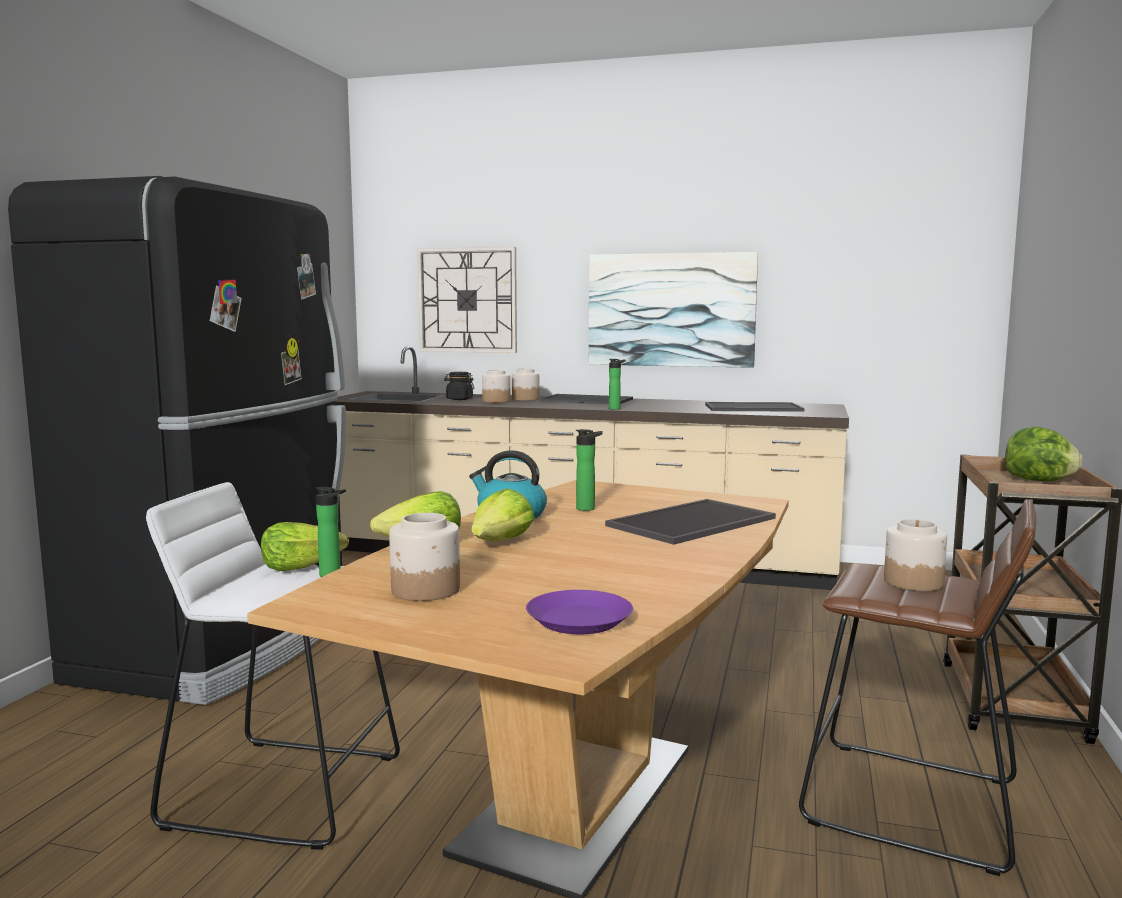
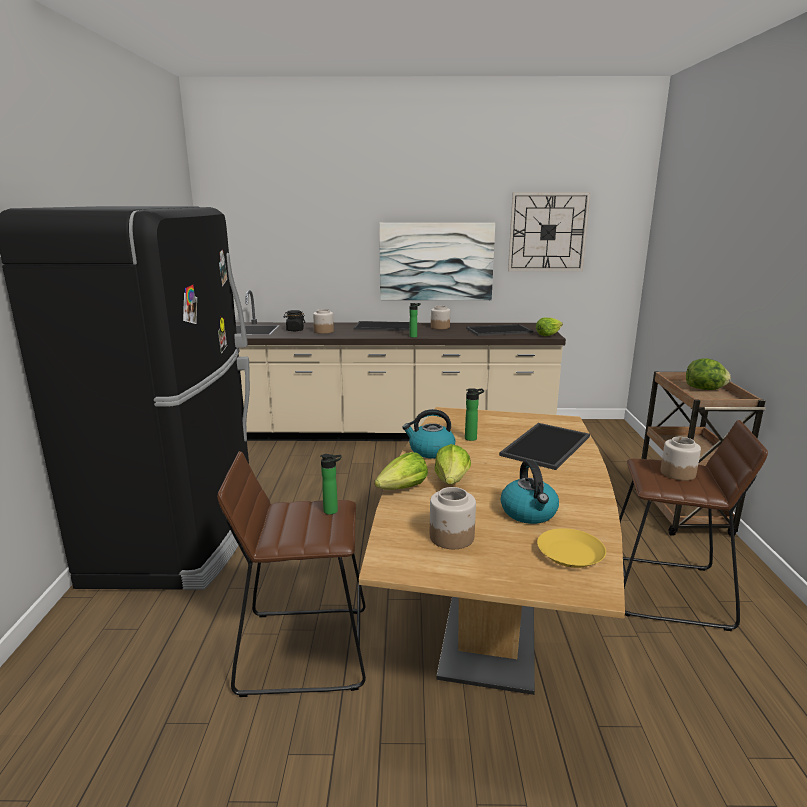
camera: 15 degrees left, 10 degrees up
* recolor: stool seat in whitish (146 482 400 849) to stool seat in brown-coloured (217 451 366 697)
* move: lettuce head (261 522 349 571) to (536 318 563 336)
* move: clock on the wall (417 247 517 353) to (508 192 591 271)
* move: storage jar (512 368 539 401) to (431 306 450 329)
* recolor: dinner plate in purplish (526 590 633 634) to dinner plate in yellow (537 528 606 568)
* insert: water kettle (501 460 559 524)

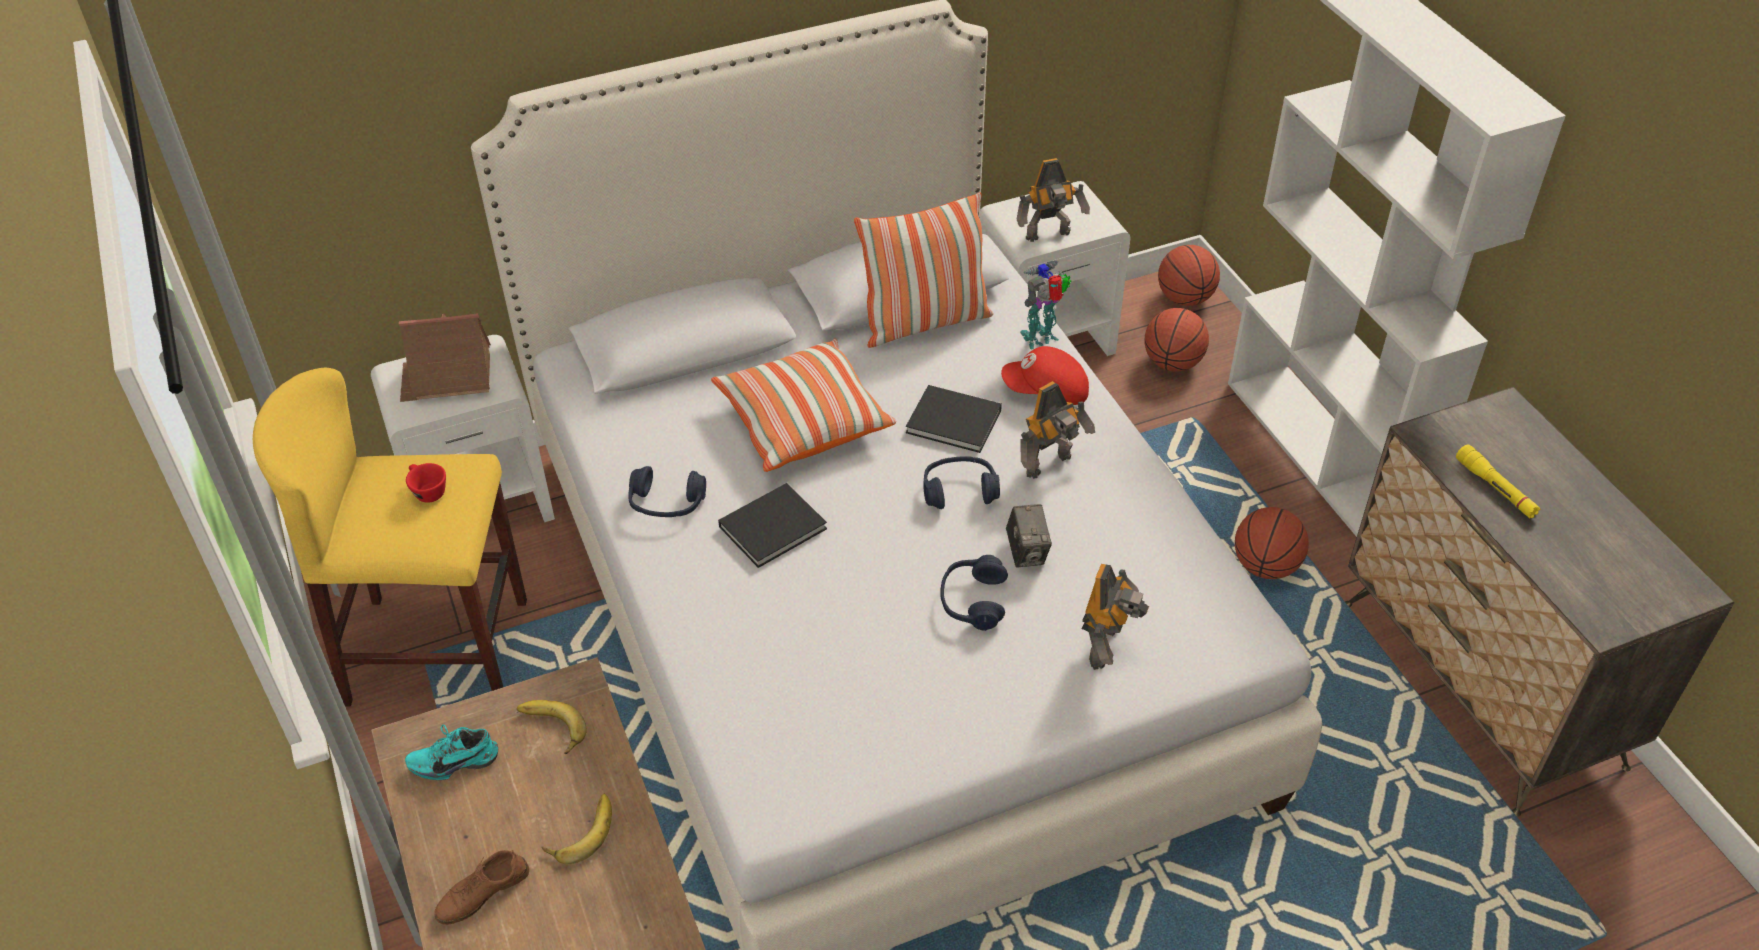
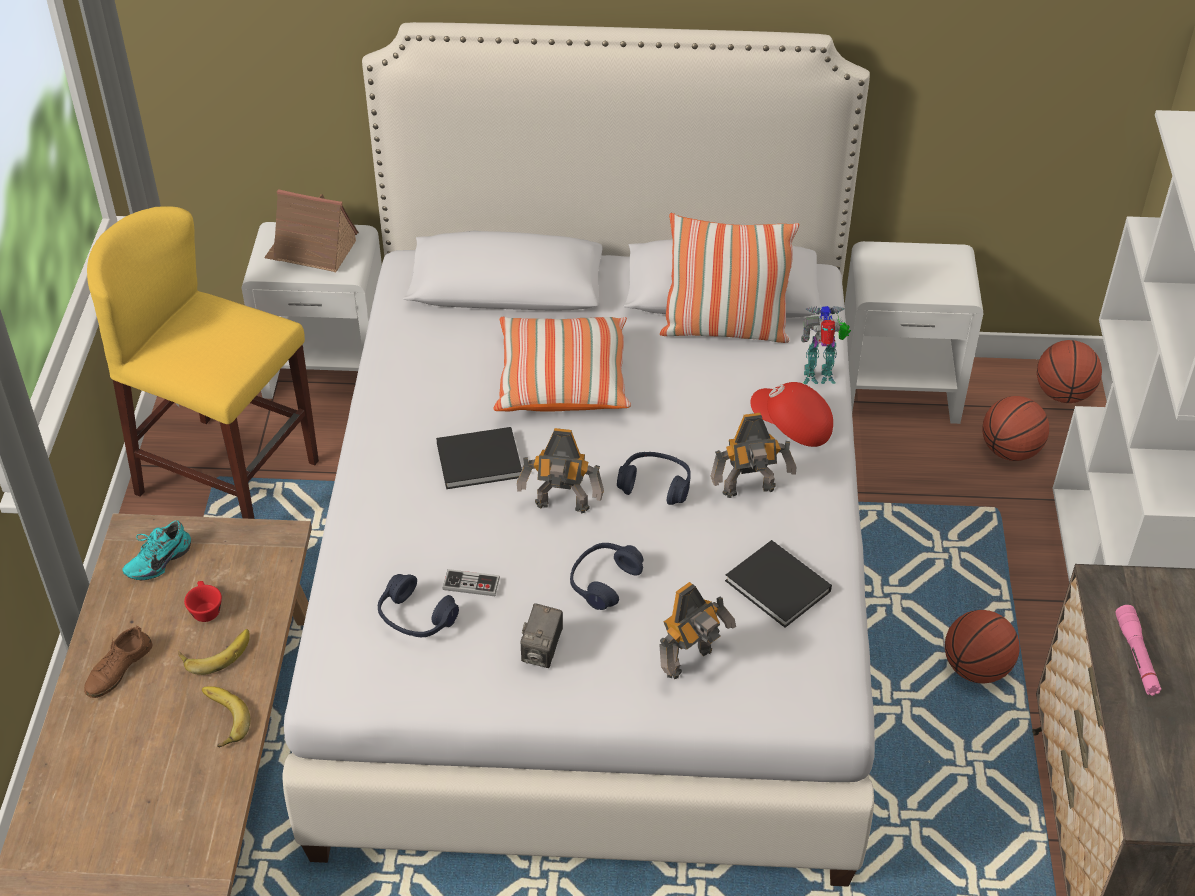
camera: 25 degrees right, 0 degrees up
* rotate: low shoe in turquoise (405 725 498 780) = (122 521 191 580) 60 degrees counterclockwise
* move: cup in red (406 463 446 503) to (184 581 222 622)
* rotate: low shoe in brown-coloured (434 850 529 925) = (84 625 152 698) 45 degrees counterclockwise
* move: whole banana (517 700 587 754) to (202 686 250 747)
* move: pair of headphones in bluish (628 466 706 517) to (378 574 459 637)
* move: bound book in blackish (906 385 1002 453) to (725 540 832 628)
* move: still camera (1006 504 1052 567) to (520 603 563 668)
* move: toy robot (1017 158 1090 242) to (517 428 604 513)
* recolor: torch in yellow (1456 444 1540 518) to torch in pink (1116 605 1161 696)
* insert: gamepad (442 569 500 596)

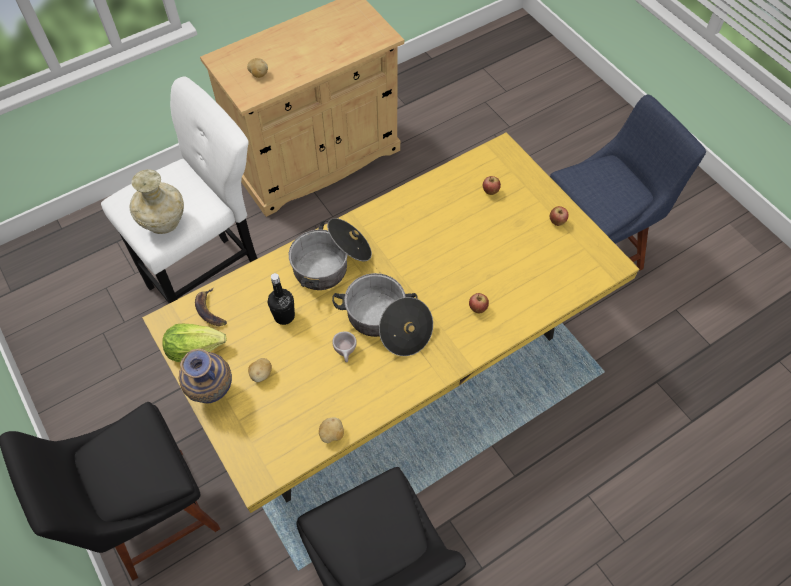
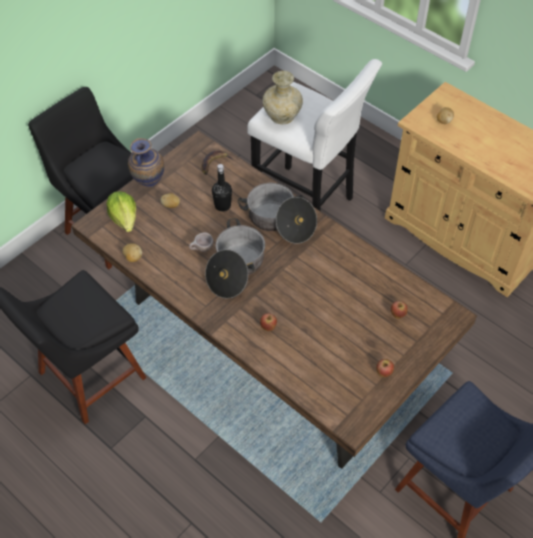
camera: 75 degrees right, 5 degrees down
* recolor: dining table in yellow (142 132 639 513) to dining table in brown-coloured (71 130 477 469)
* move: lettuce head (162 324 227 362) to (106 191 136 232)

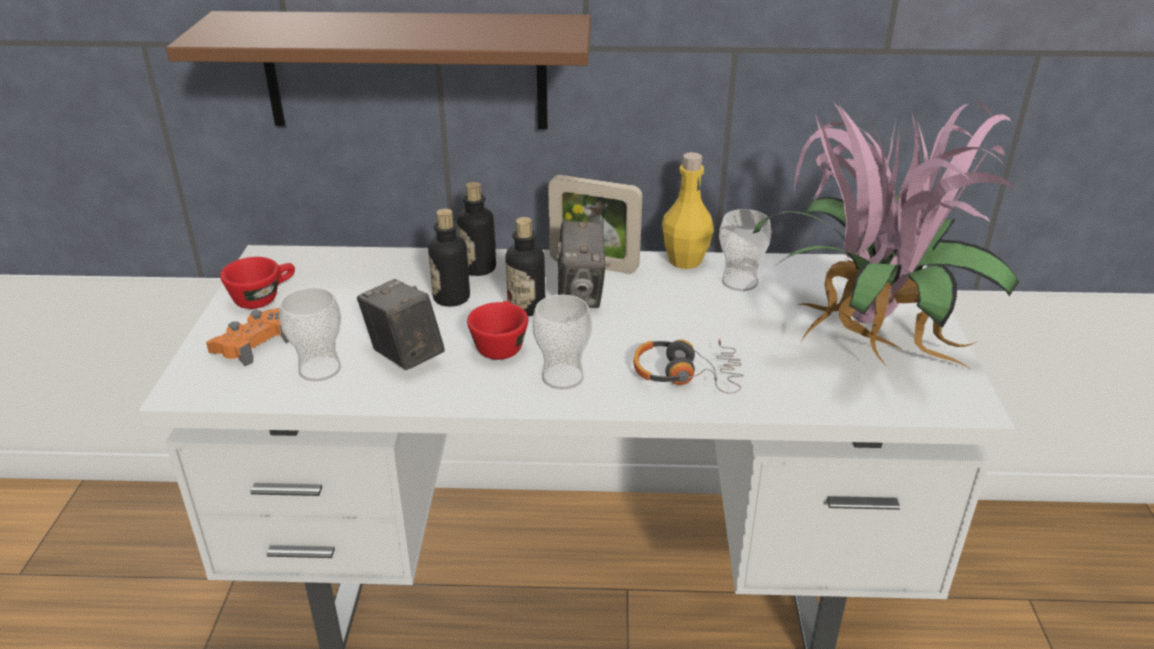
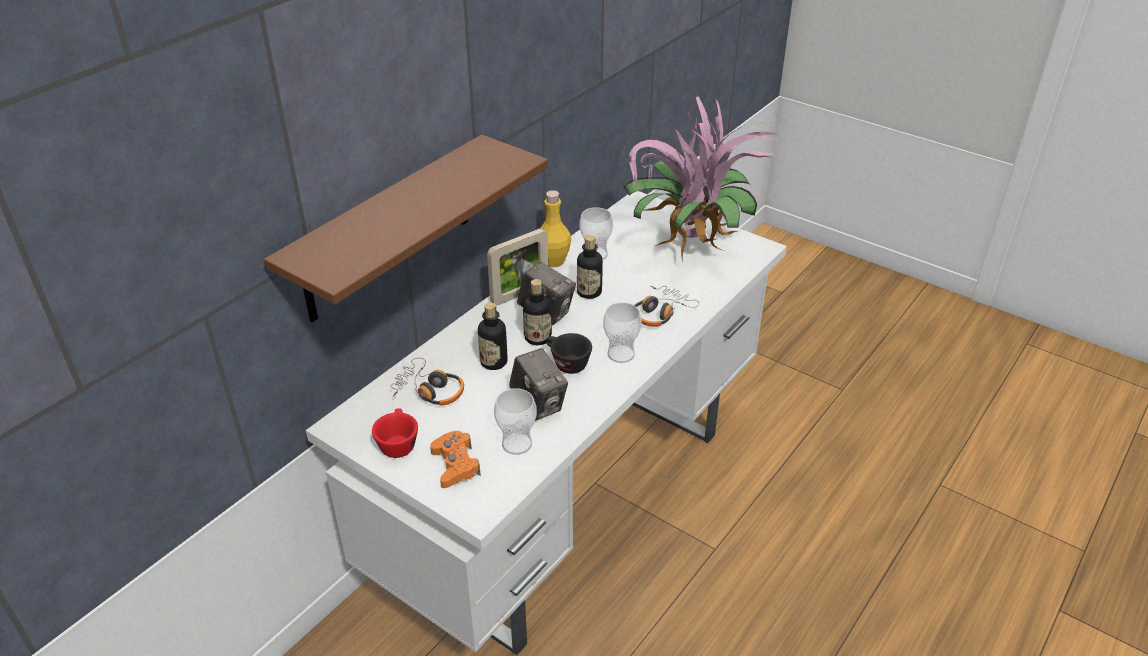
camera: 55 degrees left, 5 degrees up
* rotate: still camera (357 279 445 370) = (509 348 568 421) 120 degrees counterclockwise
* move: bottle (457 182 496 276) to (577 235 603 299)
* recolor: cup in red (467 301 528 360) to cup in blackish (546 333 592 374)
* insert: pair of headphones (390 358 464 406)

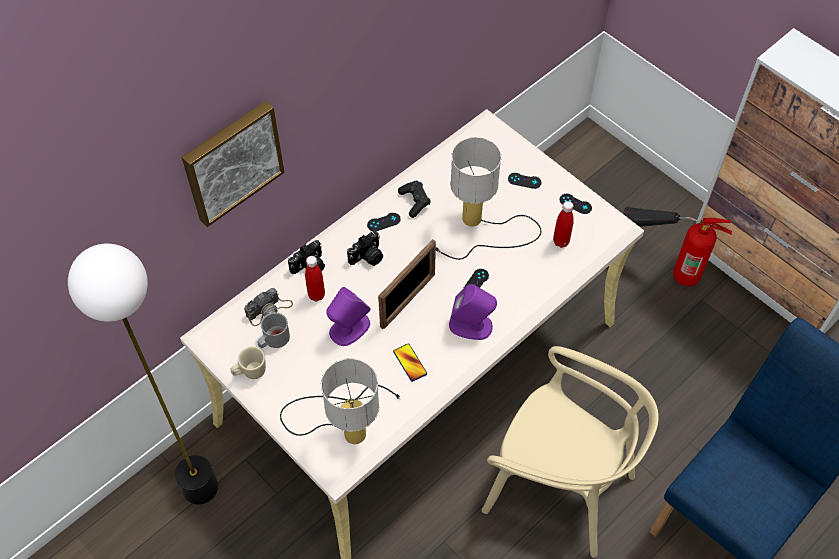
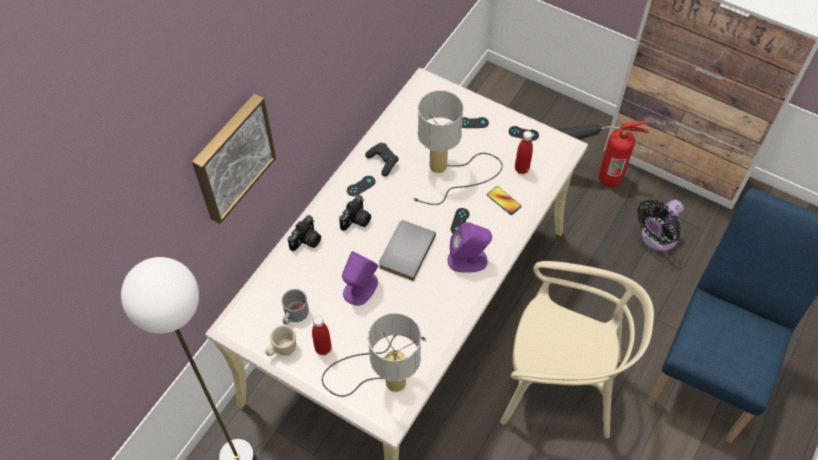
camera: 15 degrees left, 0 degrees up
* delete: still camera (244 288 293 326)
* move: bottle in red (305 256 325 302) to (312 316 332 355)
* replace: standing frame (378 239 436 329) to bound book in gray (379 220 436 281)
* move: telephone (393 344 427 382) to (487 186 522 215)
* insert: fan in blackish (637 199 684 252)

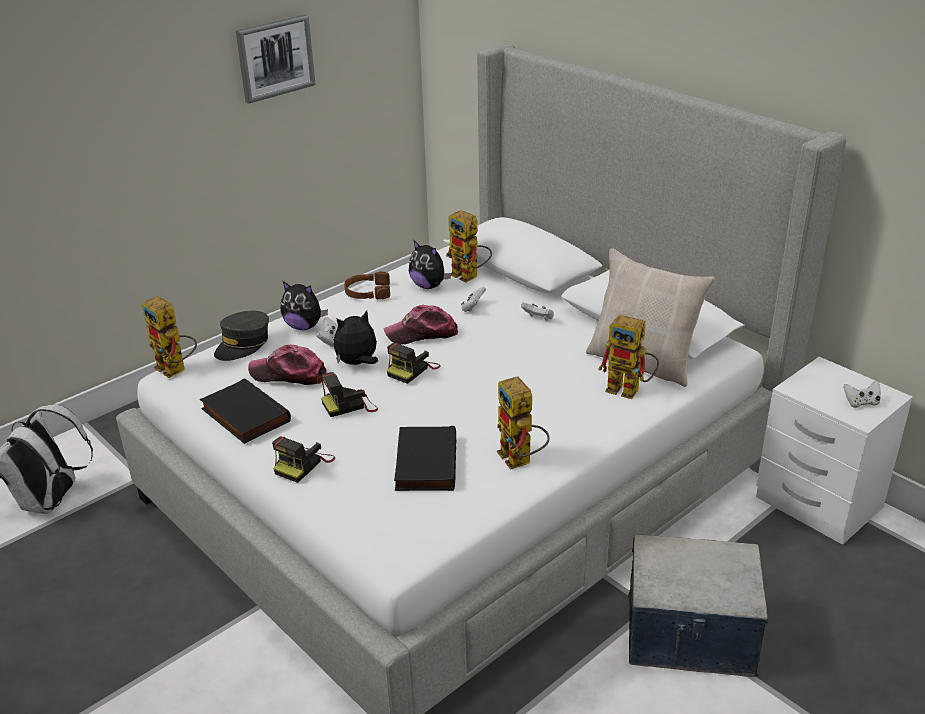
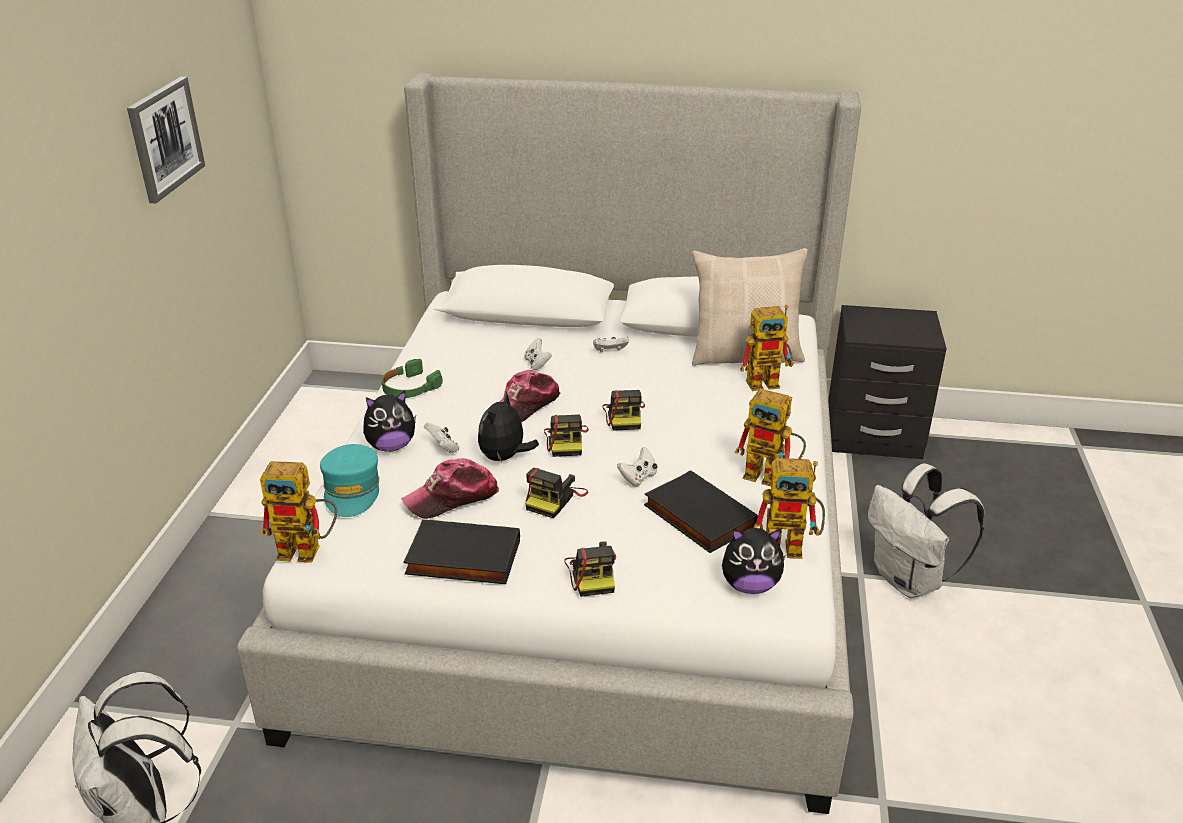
camera: 40 degrees left, 0 degrees up
* recolor: cap in gray (214 311 269 361) to cap in turquoise (320 444 380 517)
* recolor: pair of headphones in brown-coloured (344 271 390 300) to pair of headphones in green (381 359 443 398)
* move: soft toy (409 241 451 289) to (722 528 786 594)
* move: toy robot (446 210 492 282) to (753 458 825 559)
* replace: storage bin (628 534 768 677) to knapsack in whitish (868 463 984 598)
* recolor: bedside table in whitish (756 357 913 545) to bedside table in blackish (828 305 947 459)
* move: gamepad in whitish (843 380 881 408) to (617 447 657 486)
* insert: still camera (603 390 645 431)

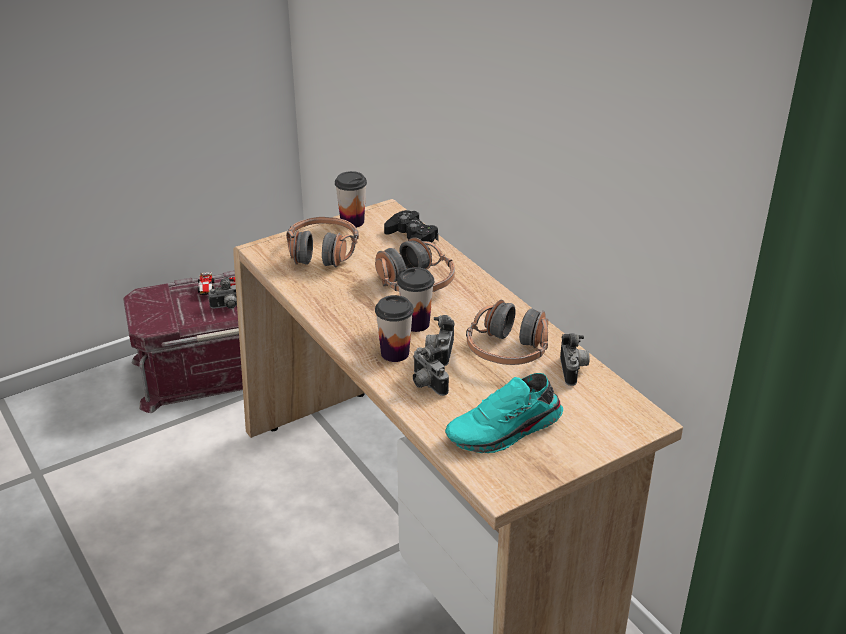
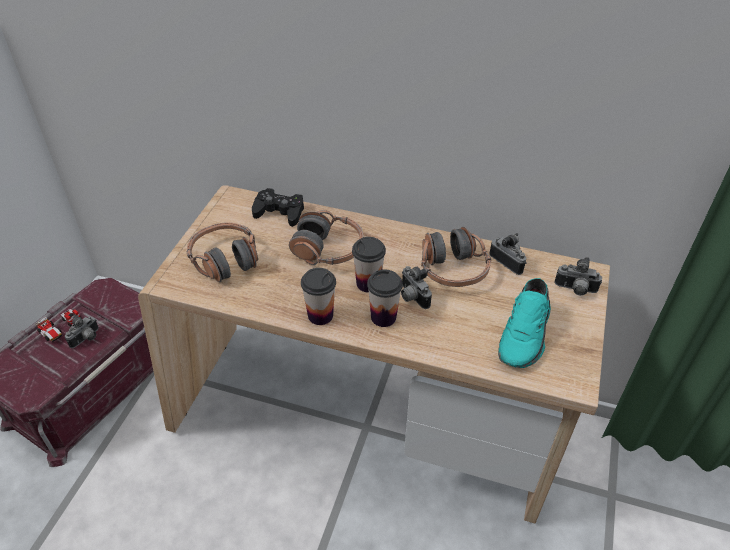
camera: 40 degrees left, 10 degrees up
* move: cup (335 171 367 228) to (301 268 336 325)
* move: still camera (413 345 449 396) to (555 257 602 296)

